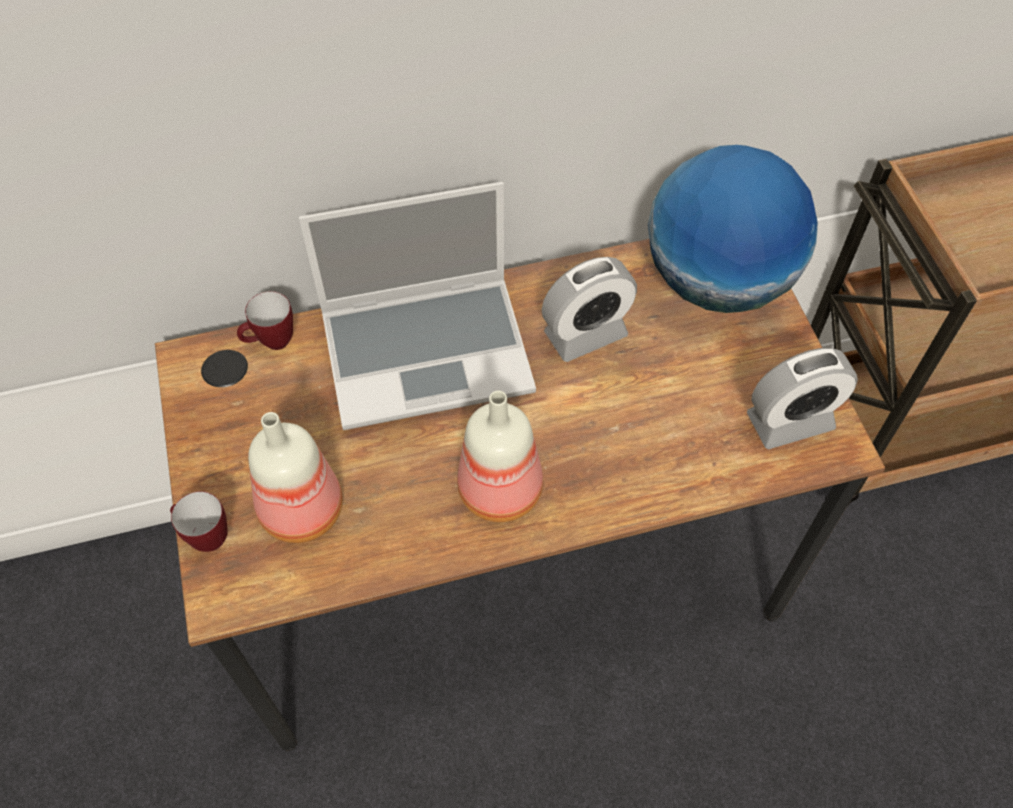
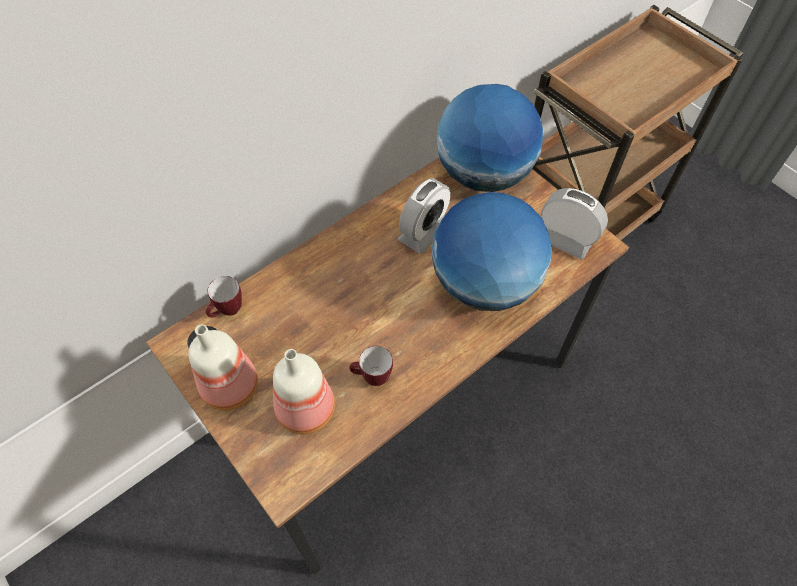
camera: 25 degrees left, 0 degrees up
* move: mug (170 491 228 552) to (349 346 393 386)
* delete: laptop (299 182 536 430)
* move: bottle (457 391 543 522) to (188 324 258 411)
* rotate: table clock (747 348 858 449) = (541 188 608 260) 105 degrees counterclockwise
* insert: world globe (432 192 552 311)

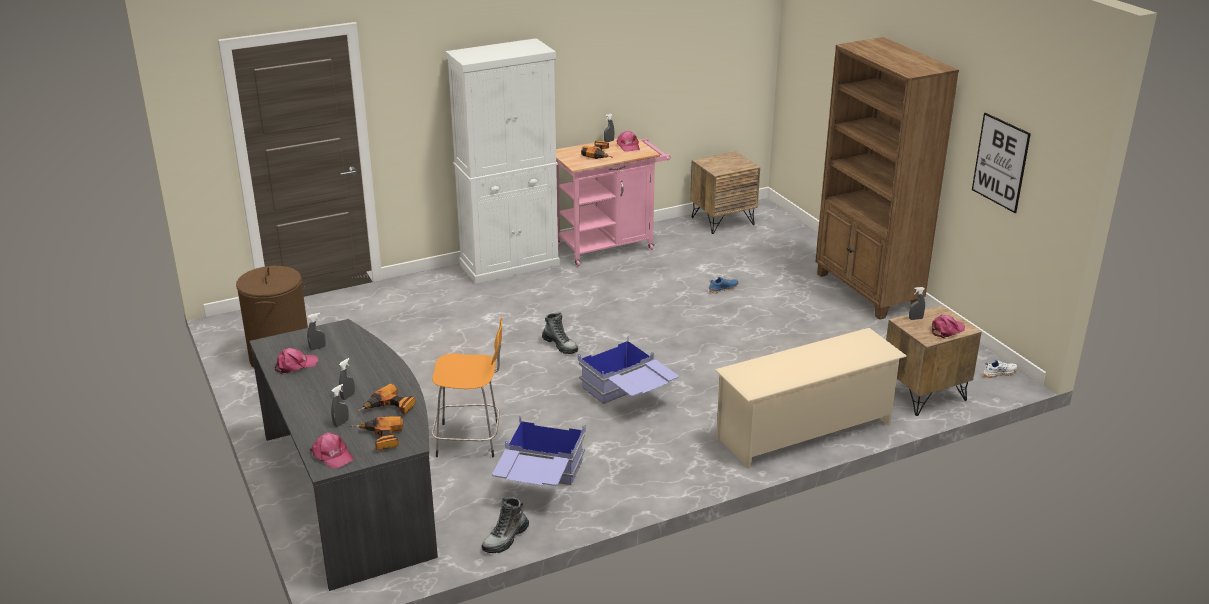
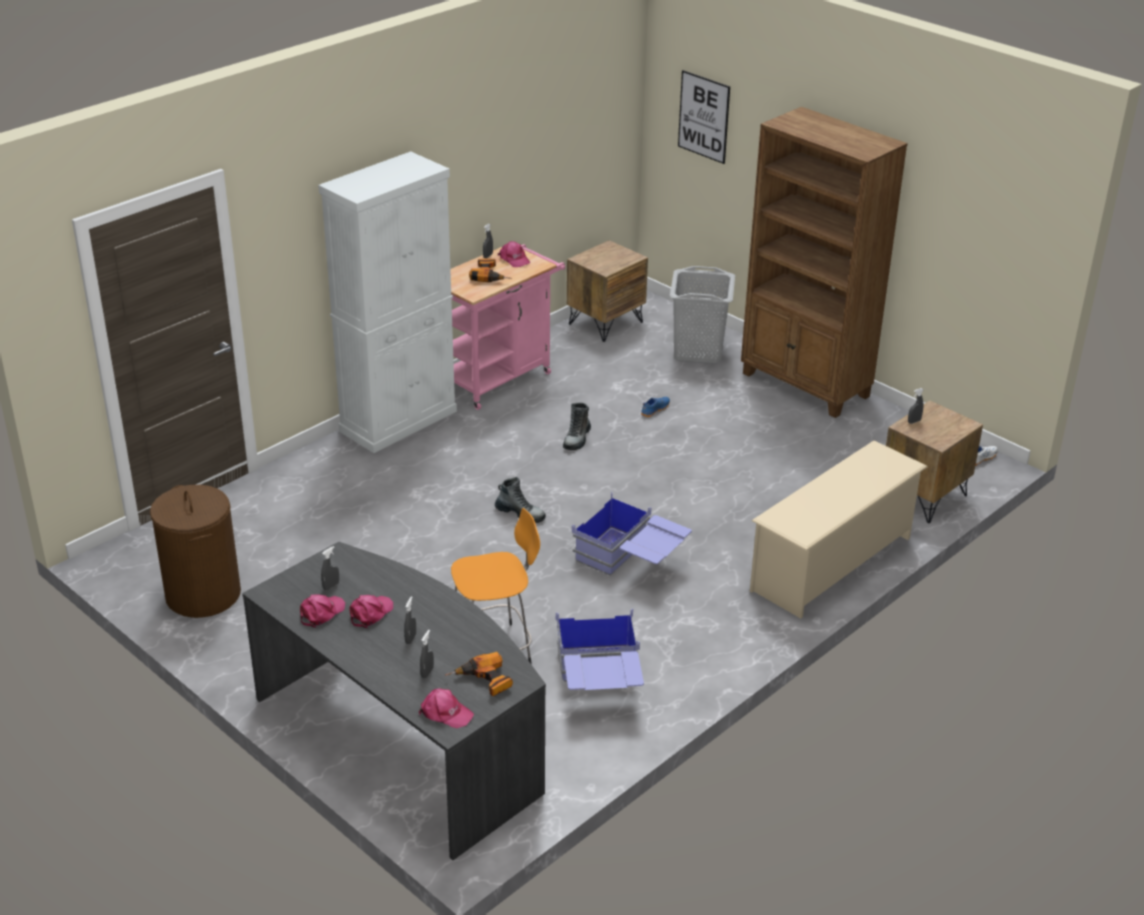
camera: 20 degrees left, 5 degrees up
* delete: power drill (357 383 416 414)
* move: boot (481 497 529 553) to (563 402 591 450)
* move: cap in pink (932 315 965 339) to (350 595 393 628)
* move: wall art (972 113 1031 213) to (678 70 730 164)
* insert: laundry basket in gray (670 266 735 364)

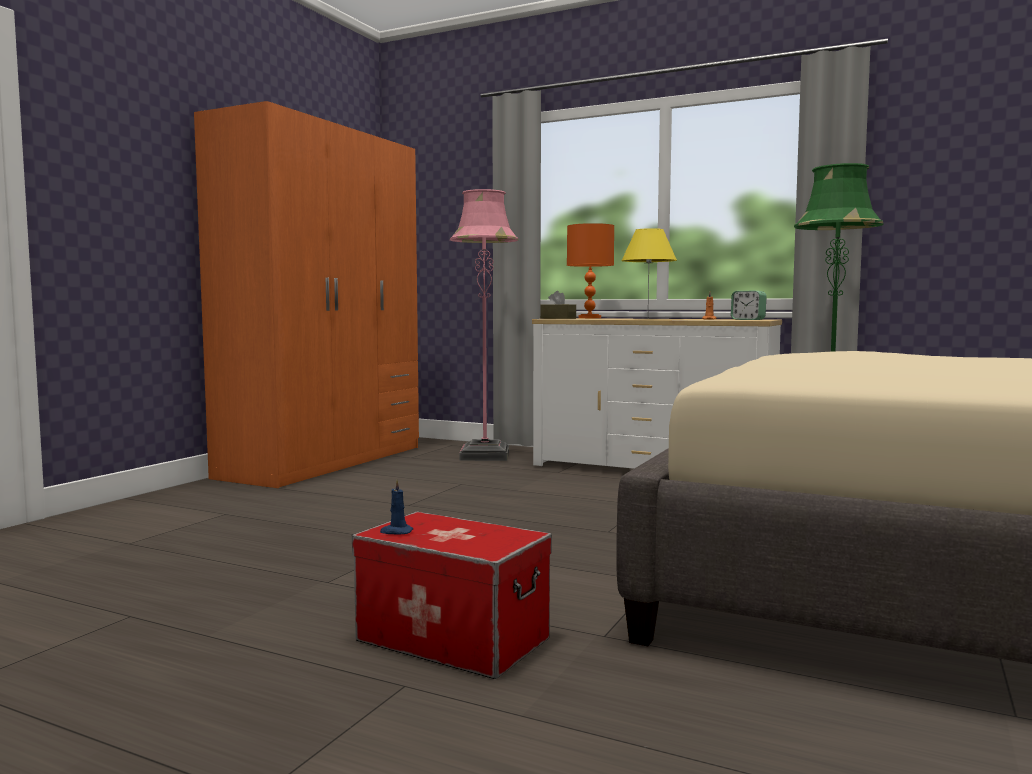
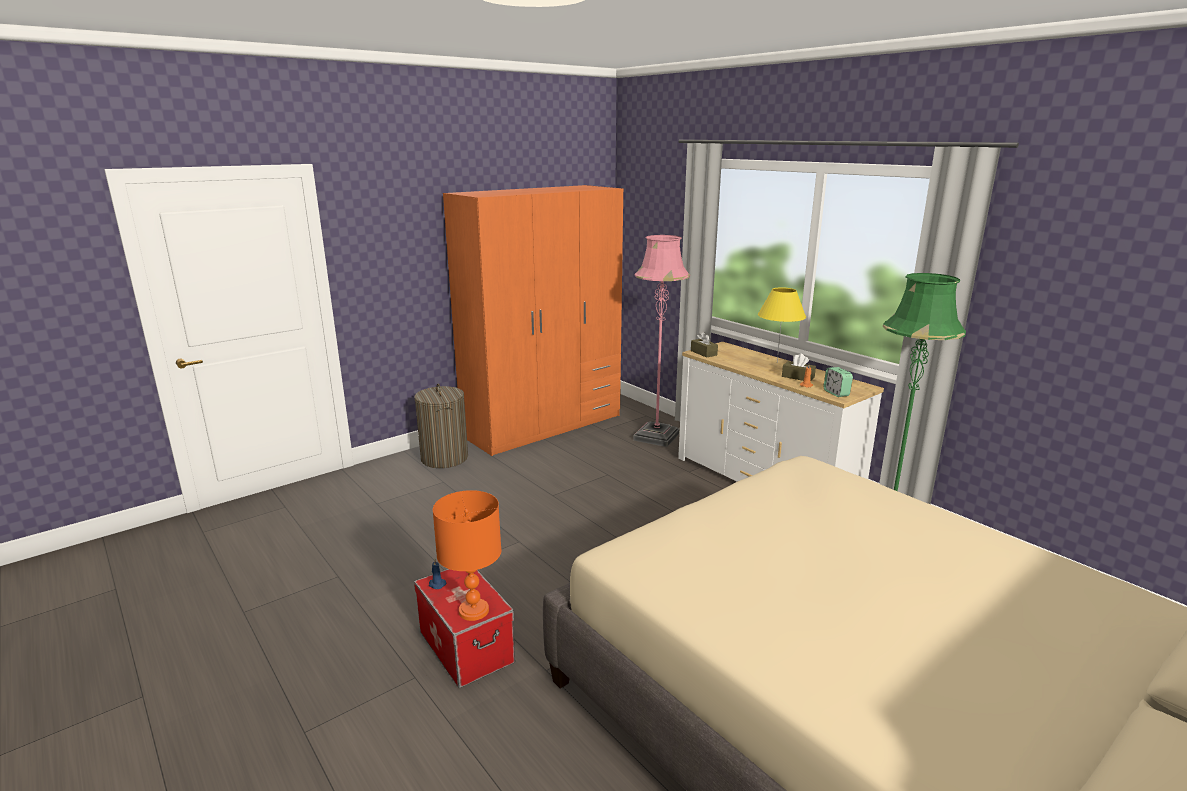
camera: 25 degrees right, 15 degrees up
* move: table lamp in orange (567 223 614 318) to (433 490 501 621)
* insert: laundry basket (414 384 468 468)
* insert: box of tissues in brown-coloured (782 353 816 381)

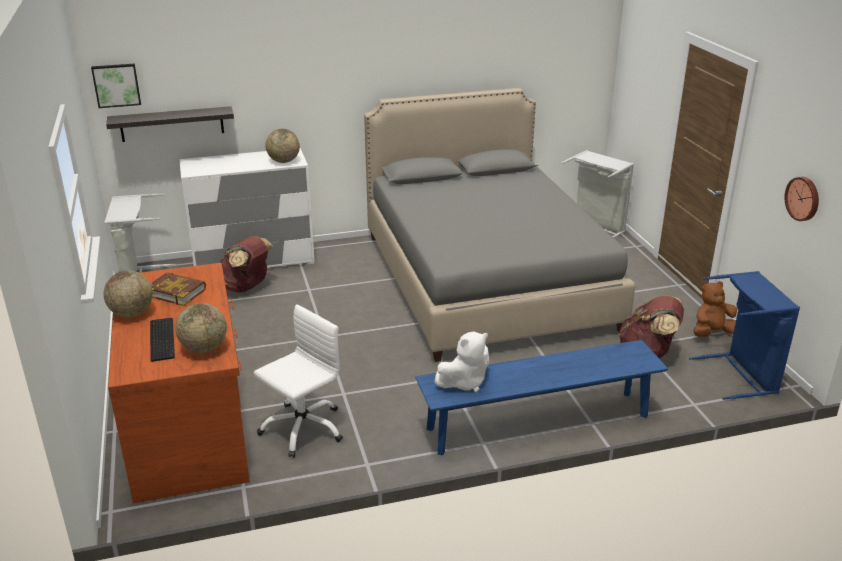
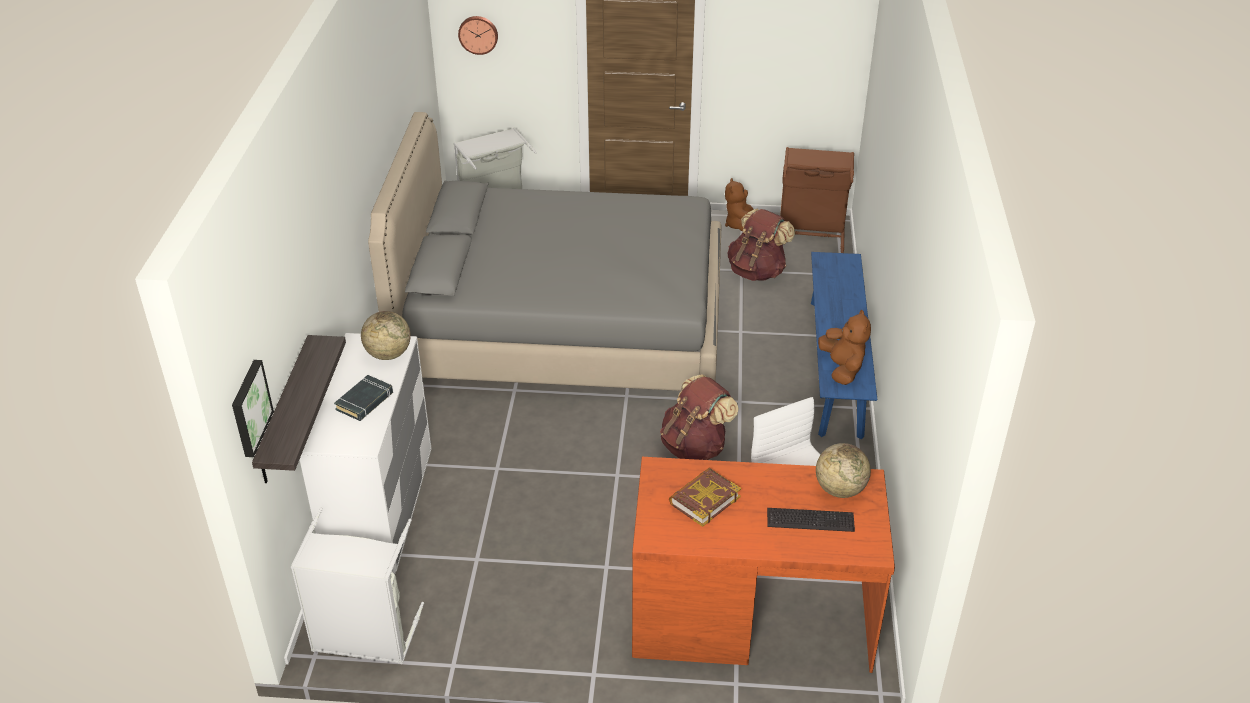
camera: 70 degrees left, 10 degrees up
* delete: world globe (104 270 153 317)
* move: knapsack in brown-coloured (220 236 274 293) to (660 374 739 460)
* recolor: soft toy in whitish (434 331 489 392) to soft toy in brown-coloured (818 310 871 385)
* recolor: laundry basket in bluish (689 271 800 400) to laundry basket in brown-coloured (780 147 854 253)
* move: clock on the wall (784 177 819 221) to (458 16 498 55)
* insert: bound book in blackish (334 375 393 421)

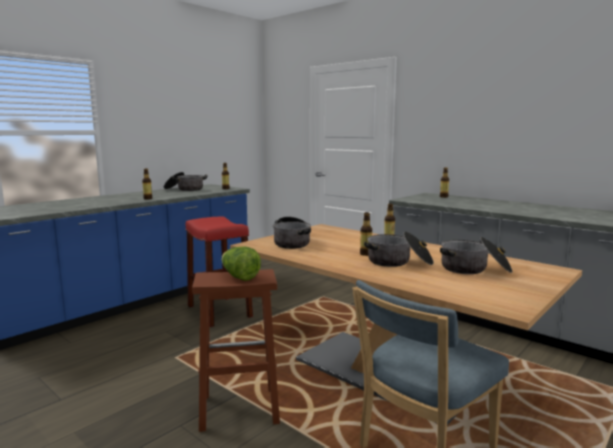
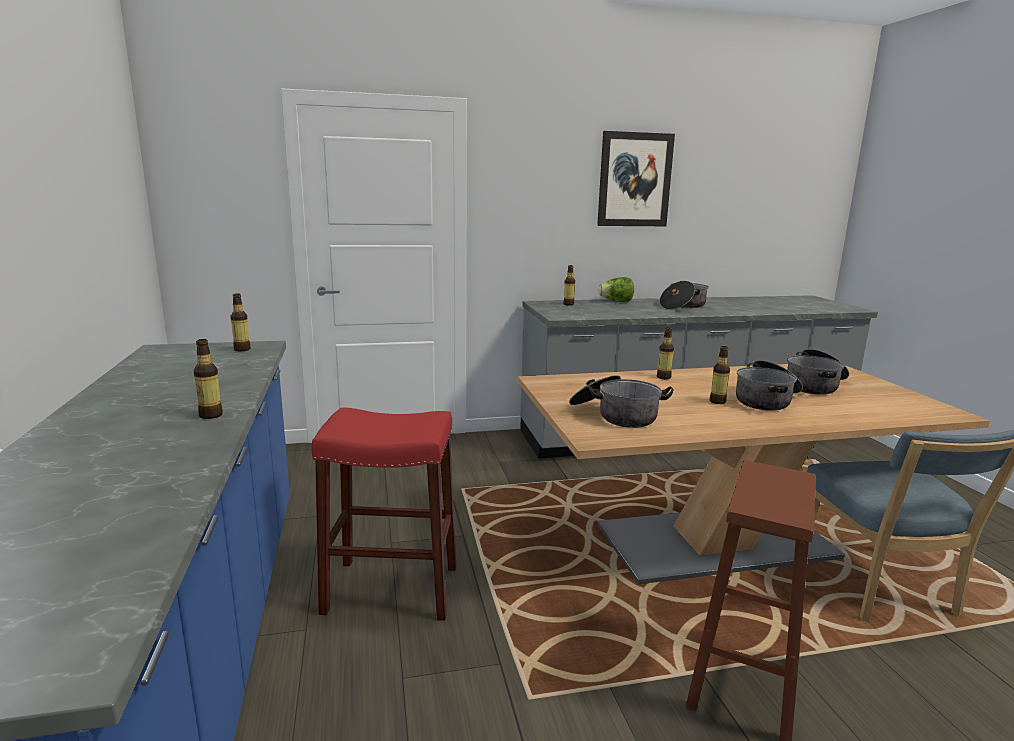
camera: 55 degrees left, 5 degrees up
* move: saucepot (164 172 208 191) to (660 281 709 310)
* move: lettuce head (222 247 261 281) to (598 277 634 302)
* insert: wall art (597 131 675 226)

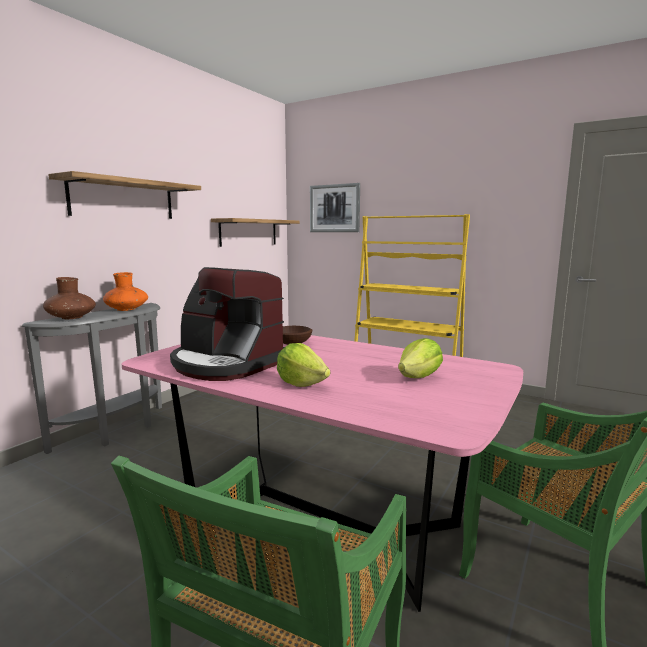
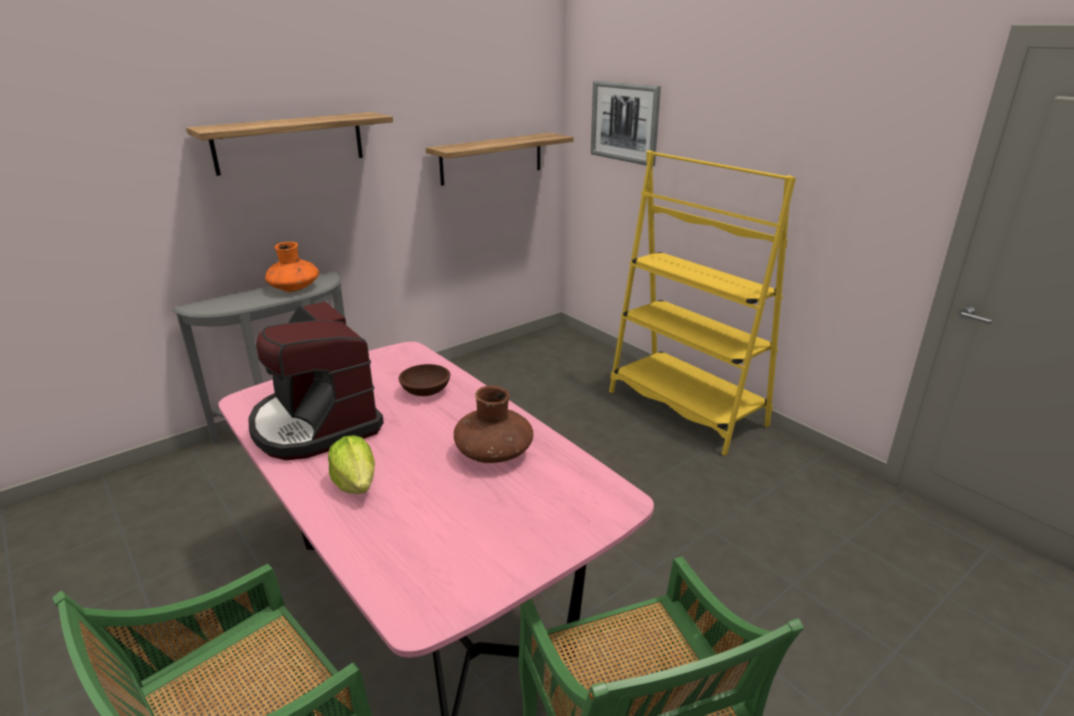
camera: 20 degrees right, 15 degrees up
* move: decorative vase in brown-coloured (43 277 96 319) to (454 385 533 463)
* delete: lettuce head (398 338 443 378)

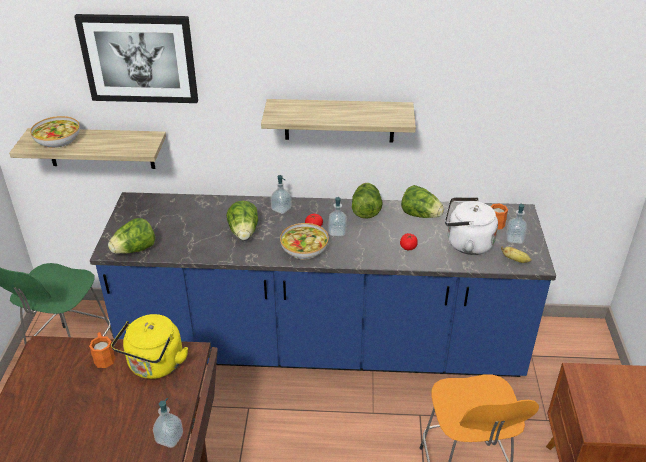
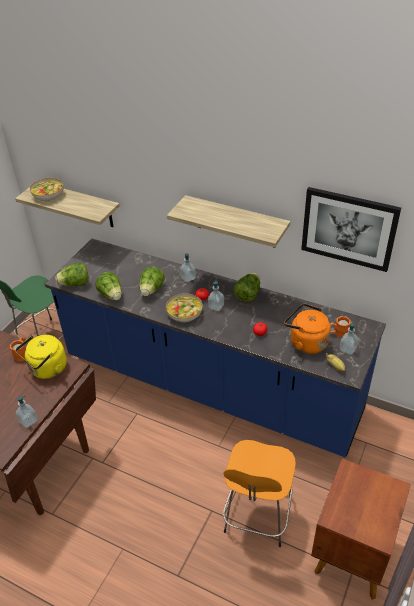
camera: 25 degrees right, 5 degrees up
* move: wall art (74 14 198 103) to (301 187 401 272)
* move: lettuce head (401 185 444 218) to (95 272 122 301)
* recolor: water kettle in whitish (445 197 498 255) to water kettle in orange (284 304 331 354)

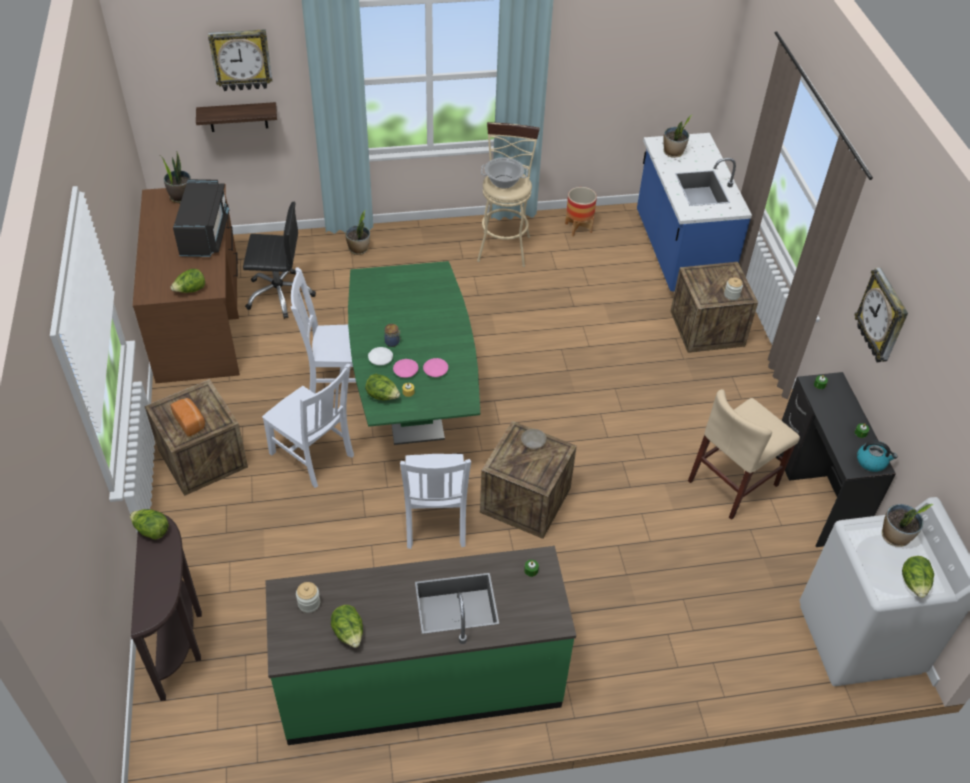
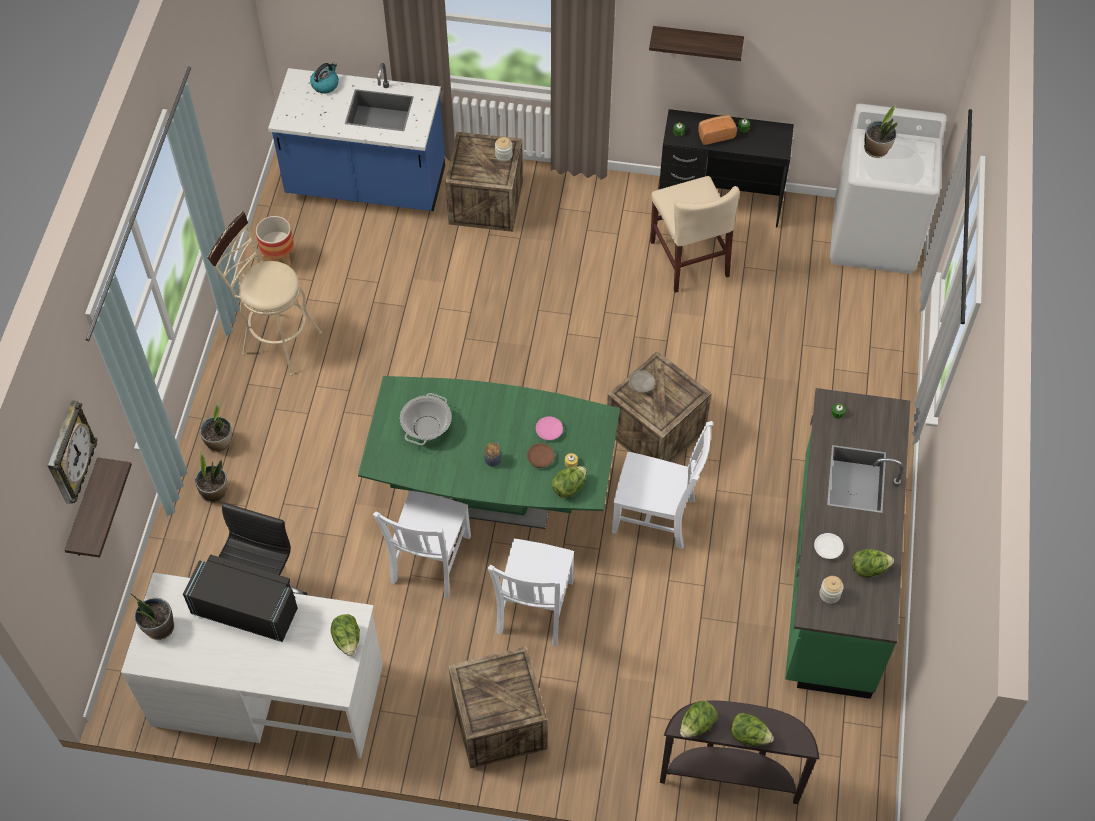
camera: 70 degrees left, 10 degrees up
* recolor: desk in brown-coloured (133 184 240 383) to desk in whitish (121 573 383 759)
* move: bread (170 398 205 437) to (698 115 737 145)
* rotate: upright chair in whitish (262 364 354 488) = (488 539 574 646) 135 degrees clockwise
* move: dinner plate in whitish (368 347 393 365) to (814 533 844 559)
* recolor: dinner plate in pink (393 359 418 378) to dinner plate in brown-coloured (527 443 555 468)
* move: saucepot (481 157 528 188) to (400 393 452 445)
* move: houseplant (663 114 693 158) to (200 402 232 453)
* replace: clock on the wall (854 267 908 362) to bracket shelf (649 26 744 61)
* move: water kettle (857 441 897 472) to (310 63 339 93)
* move: lettuce head (902 556 934 598) to (731 713 774 746)

